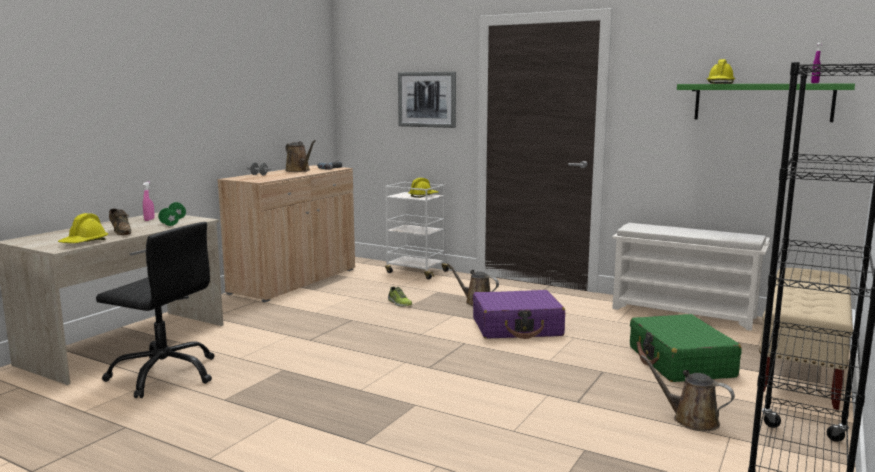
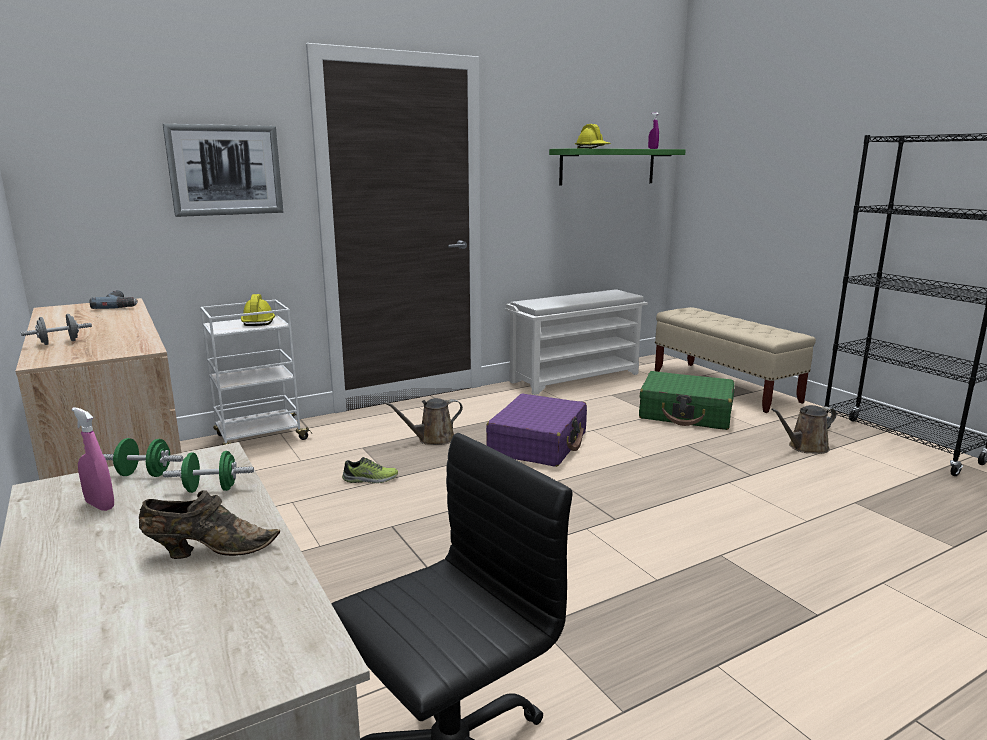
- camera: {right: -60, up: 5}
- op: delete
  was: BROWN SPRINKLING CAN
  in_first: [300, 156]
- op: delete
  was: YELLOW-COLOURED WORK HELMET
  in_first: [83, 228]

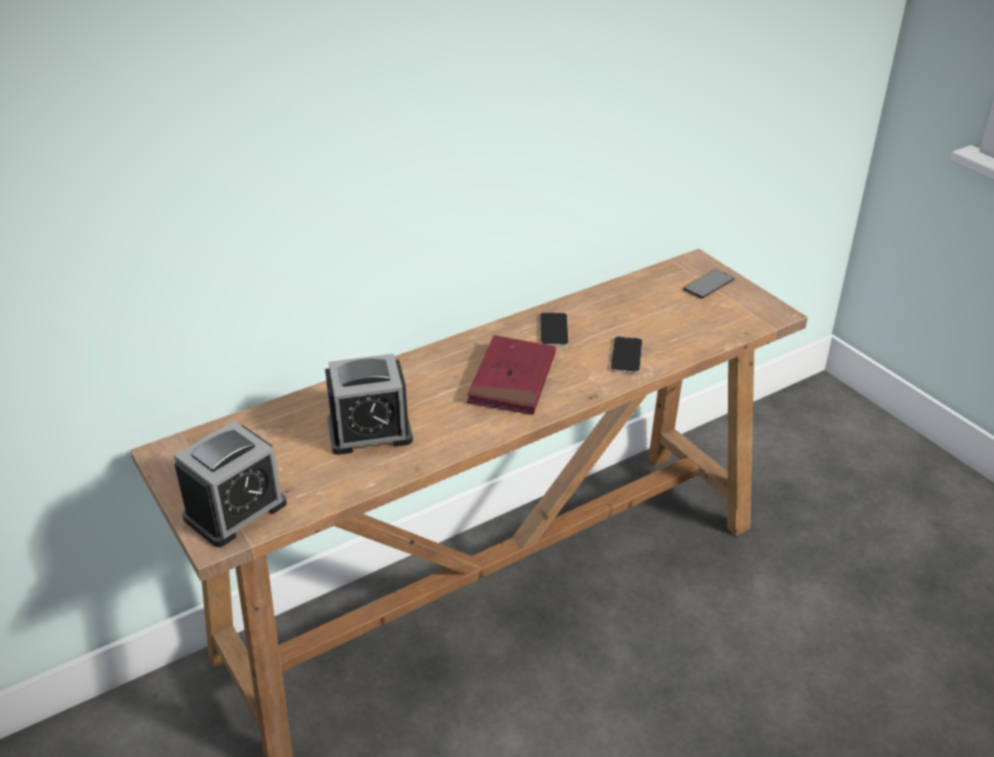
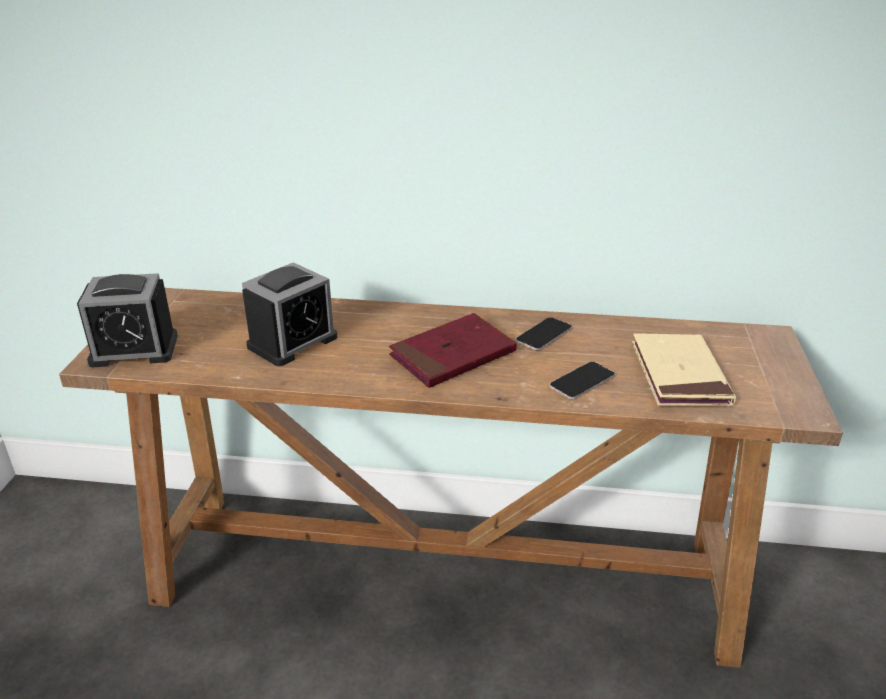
- camera: {right: 40, up: -5}
- op: delete
  was: HANDSET
  in_first: [709, 283]
- op: rotate
  was: ALARM CLOCK
  in_first: [369, 404]
  in_second: [289, 314]
  clockwise: -75
- op: insert
  now: SAND-COLOURED BOUND BOOK
  in_second: [684, 369]

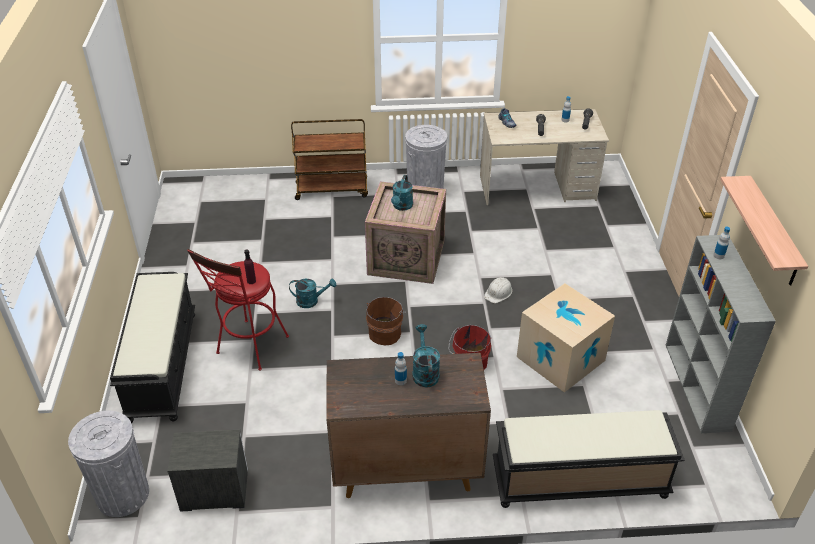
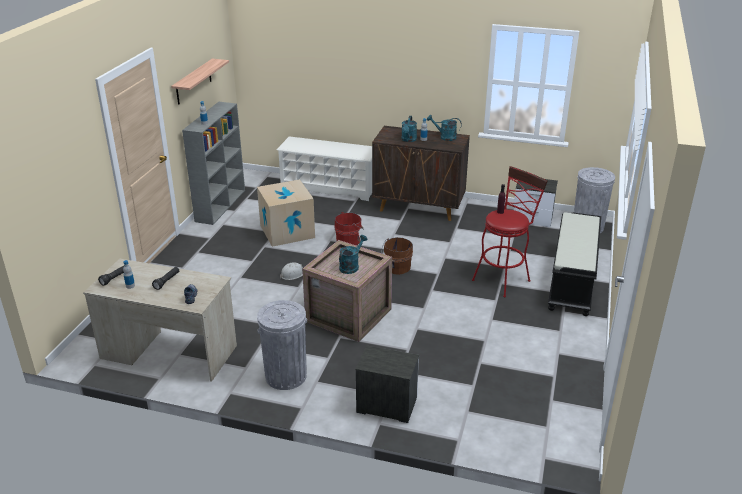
- camera: {right: -160, up: -10}
- op: replace
  was: BROWN WHEELED CART
  now: NIGHTSTAND
  in_first: [329, 159]
  in_second: [387, 384]
- op: move
  was: TURQUOISE SPRINKLING CAN
  in_first: [312, 293]
  in_second: [444, 128]
- op: replace
  was: BLACK-COLOURED LONG SEAT
  now: WHITE SHOE RACK
  in_first: [589, 459]
  in_second: [324, 168]

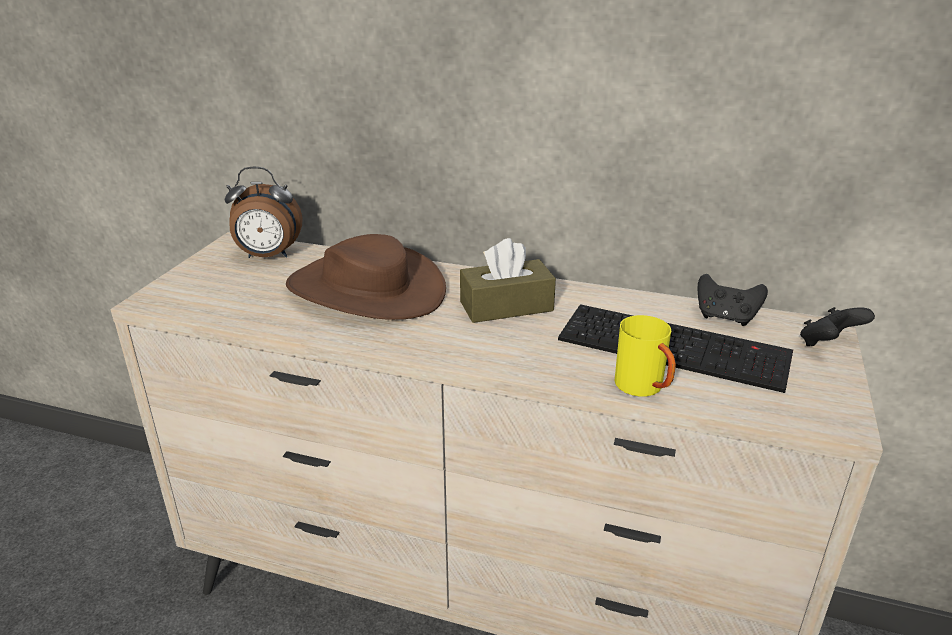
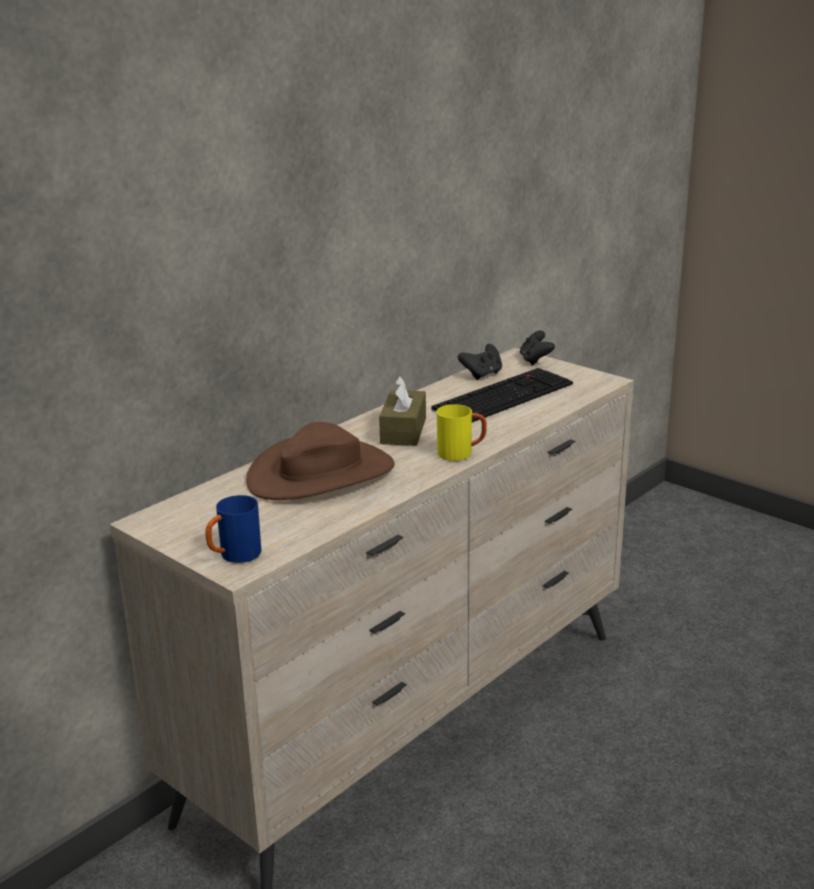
- camera: {right: -65, up: -5}
- op: delete
  was: ALARM CLOCK
  in_first: [263, 212]
- op: move
  was: YELLOW-COLOURED COFFEE MUG
  in_first: [645, 356]
  in_second: [462, 432]
- op: insert
  now: BLUE COFFEE MUG
  in_second: [233, 529]

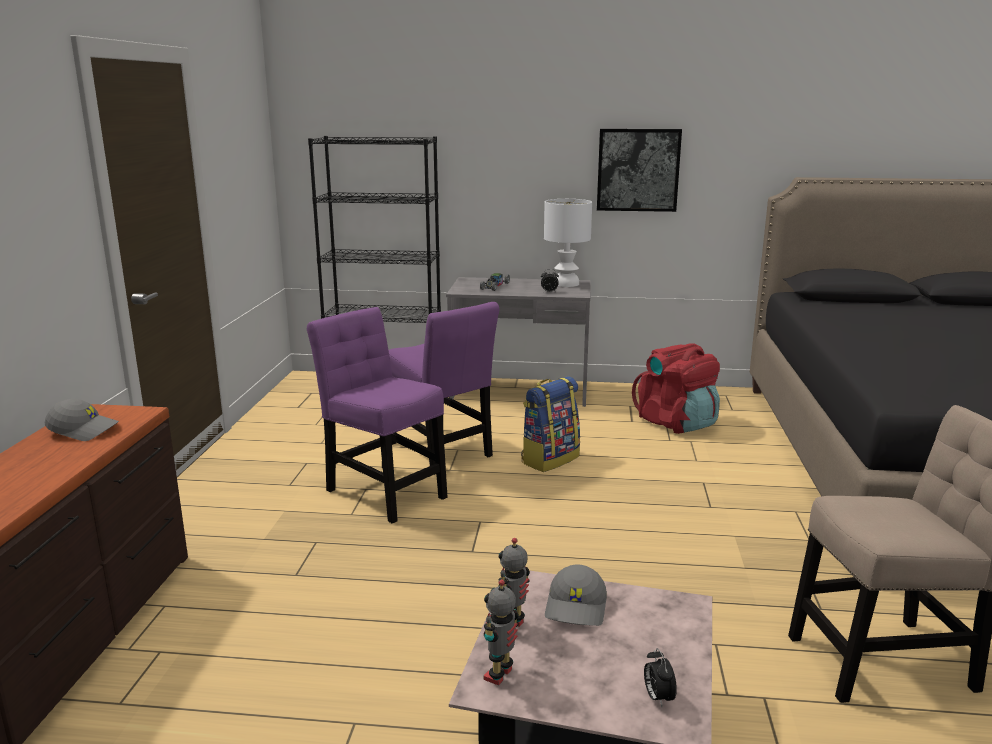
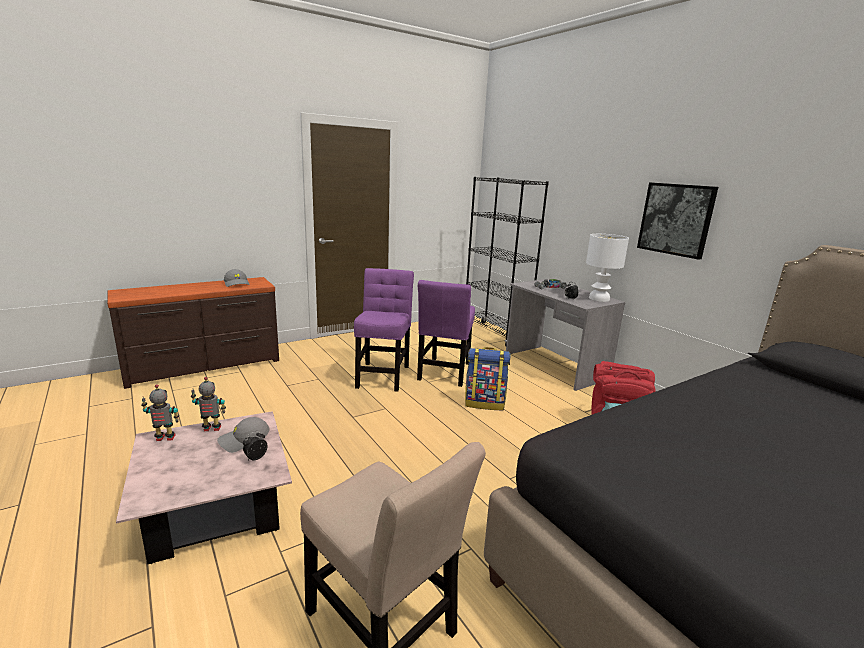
- camera: {right: 50, up: 0}
- op: move
  was: ALARM CLOCK
  in_first: [660, 677]
  in_second: [255, 445]

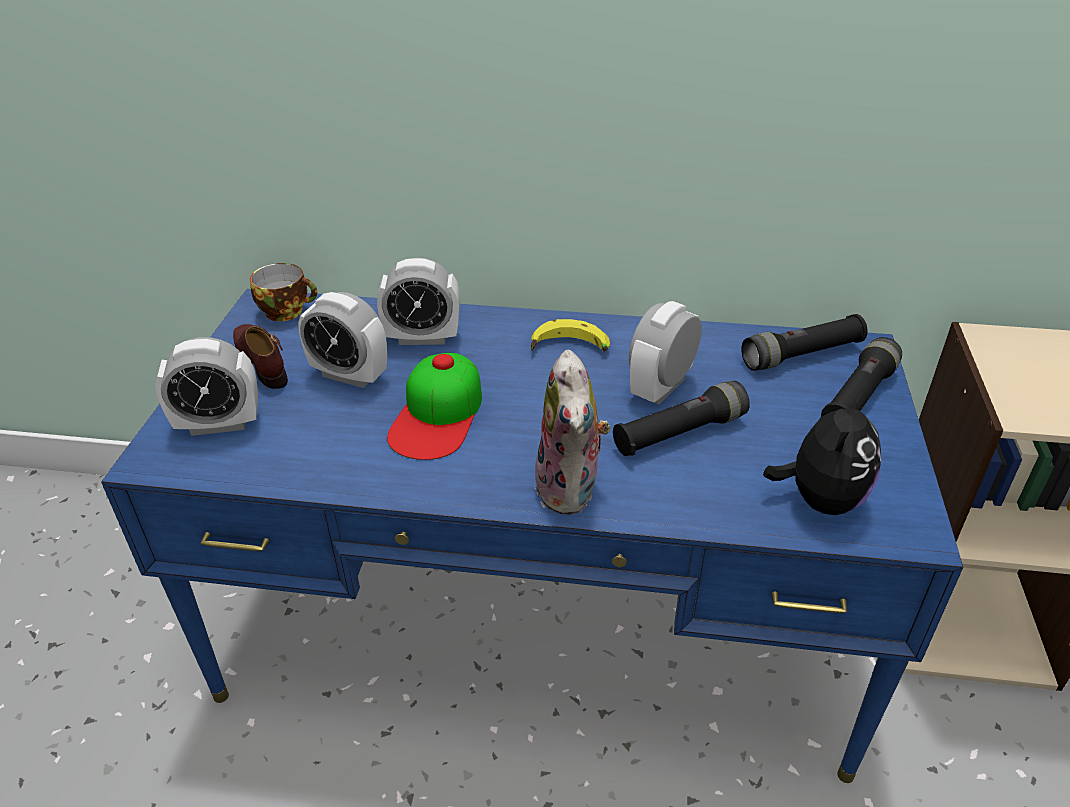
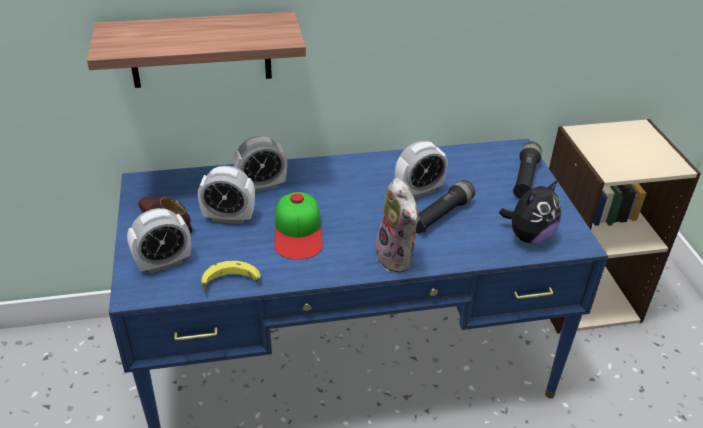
- camera: {right: -20, up: 0}
- op: delete
  was: DRINKING CUP
  in_first: [283, 292]
- op: rotate
  was: ALARM CLOCK
  in_first: [665, 352]
  in_second: [421, 169]
  clockwise: -135
- op: delete
  was: BLACK-COLOURED FLASHLIGHT
  in_first: [804, 342]
- op: move
  was: WHOLE BANANA
  in_first: [570, 335]
  in_second: [230, 276]
- op: rotate
  was: PLUSH TOY
  in_first: [822, 452]
  in_second: [530, 211]
  clockwise: 45
- op: insert
  now: WALL SHELF
  in_second: [196, 50]

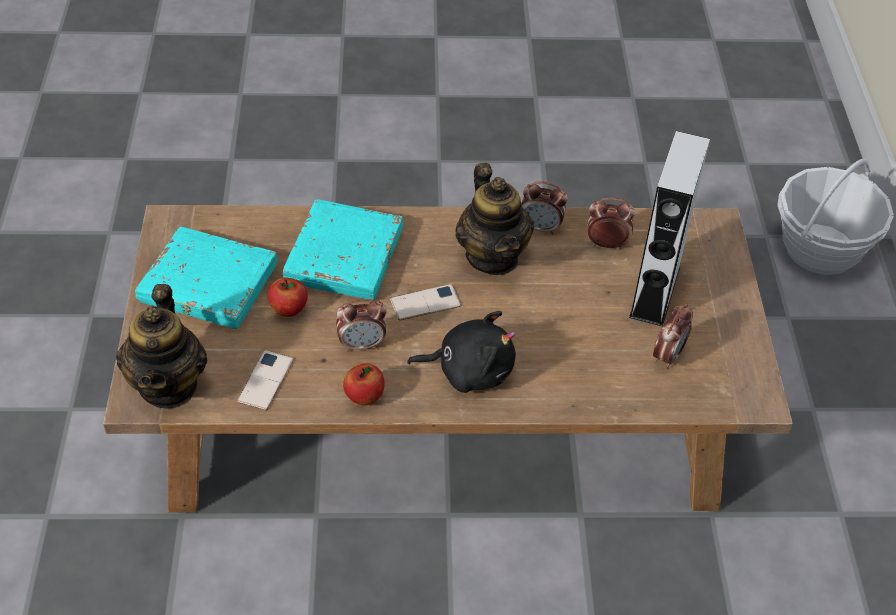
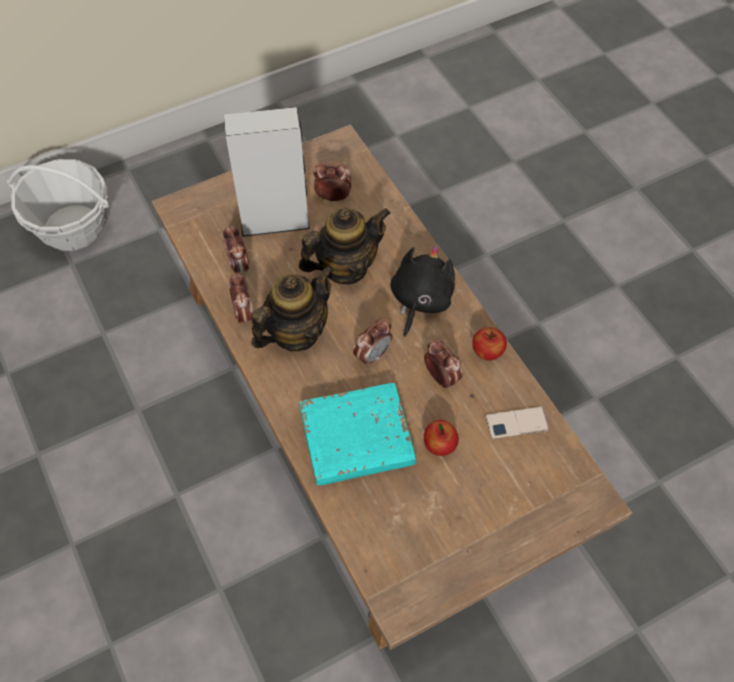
- camera: {right: -115, up: 10}
- op: delete
  was: TURQUOISE BOUND BOOK
  in_first: [206, 278]
- op: move
  was: TEA POT
  in_first: [161, 346]
  in_second: [344, 246]
- op: replace
  was: HANDSET
  now: ALARM CLOCK
  in_first: [425, 302]
  in_second: [373, 343]
- op: rotate
  was: BLACK-COLOURED PLUSH TOY
  in_first: [461, 352]
  in_second: [422, 291]
  clockwise: 45

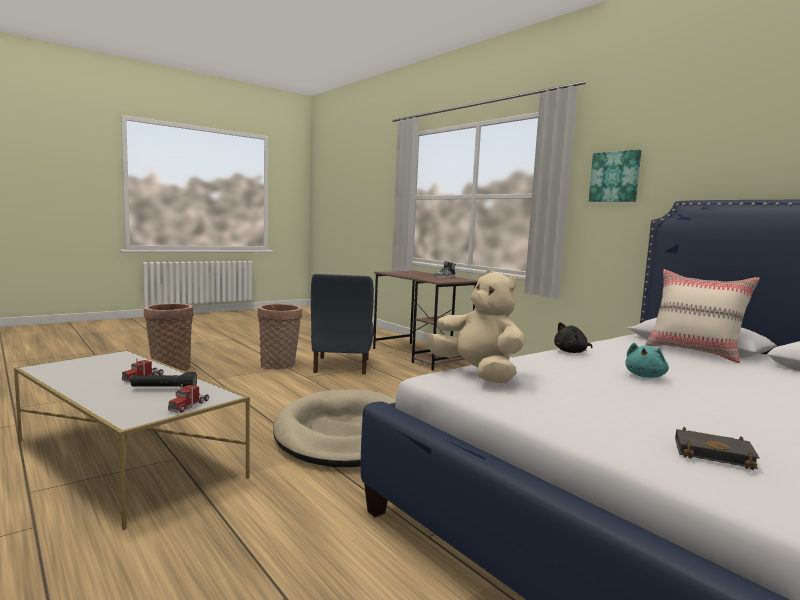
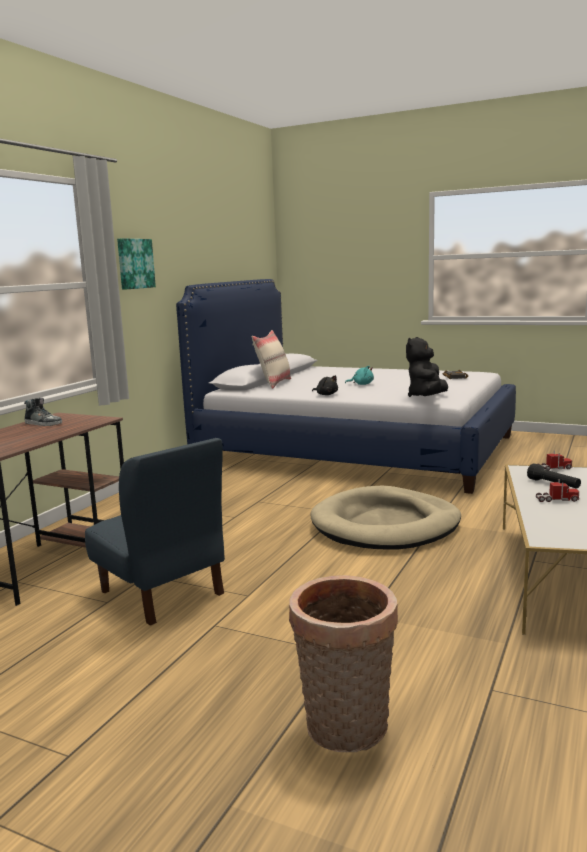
- camera: {right: -115, up: 5}
- op: recolor
  was: SAND-COLOURED PLUSH TOY
  now: BLACK-COLOURED PLUSH TOY
  in_first: [476, 327]
  in_second: [427, 367]
- op: rotate
  was: BLUE PLAIN CHAIR
  in_first: [342, 324]
  in_second: [155, 532]
  clockwise: 75
- op: delete
  was: BASKET
  in_first: [279, 337]

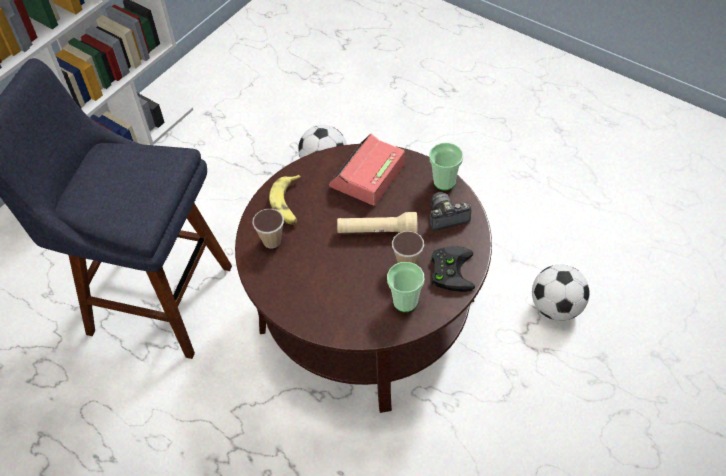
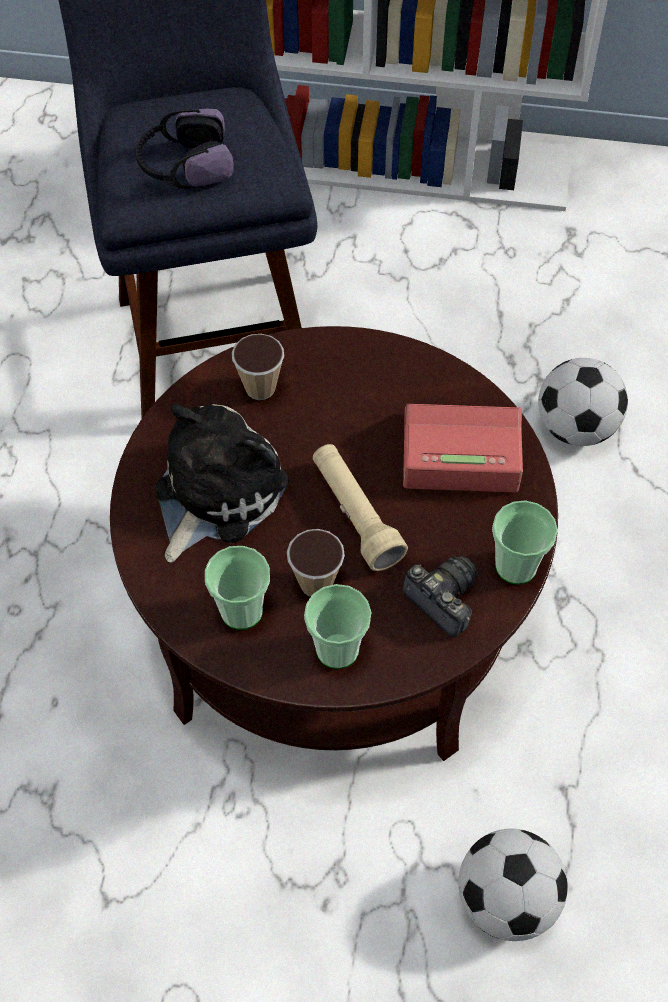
- camera: {right: 60, up: 5}
- op: delete
  was: WHOLE BANANA
  in_first: [285, 199]
- op: replace
  was: BLACK-COLOURED JOYPAD
  now: DRINKING CUP
  in_first: [453, 269]
  in_second: [337, 626]
- op: insert
  now: HEADSET
  in_second: [184, 149]
- op: insert
  now: PLUSH TOY
  in_second: [222, 483]

